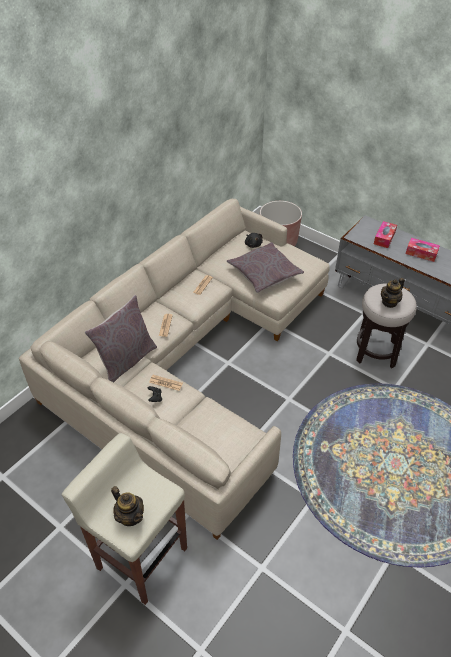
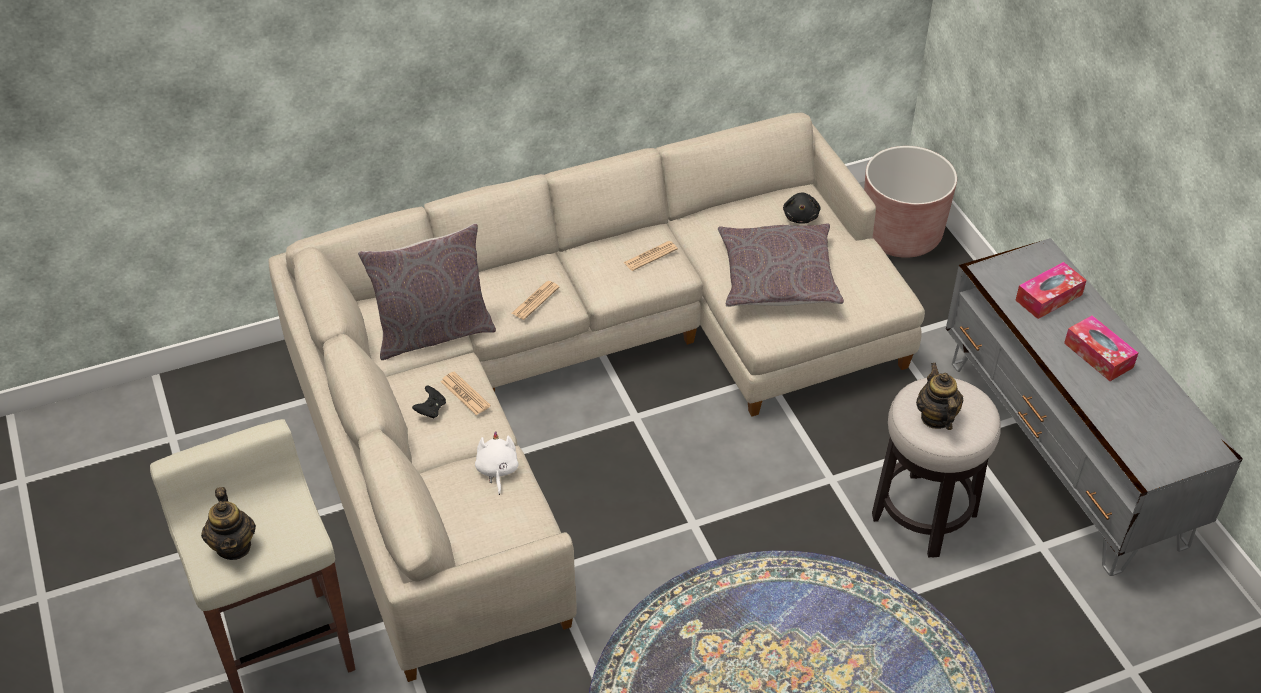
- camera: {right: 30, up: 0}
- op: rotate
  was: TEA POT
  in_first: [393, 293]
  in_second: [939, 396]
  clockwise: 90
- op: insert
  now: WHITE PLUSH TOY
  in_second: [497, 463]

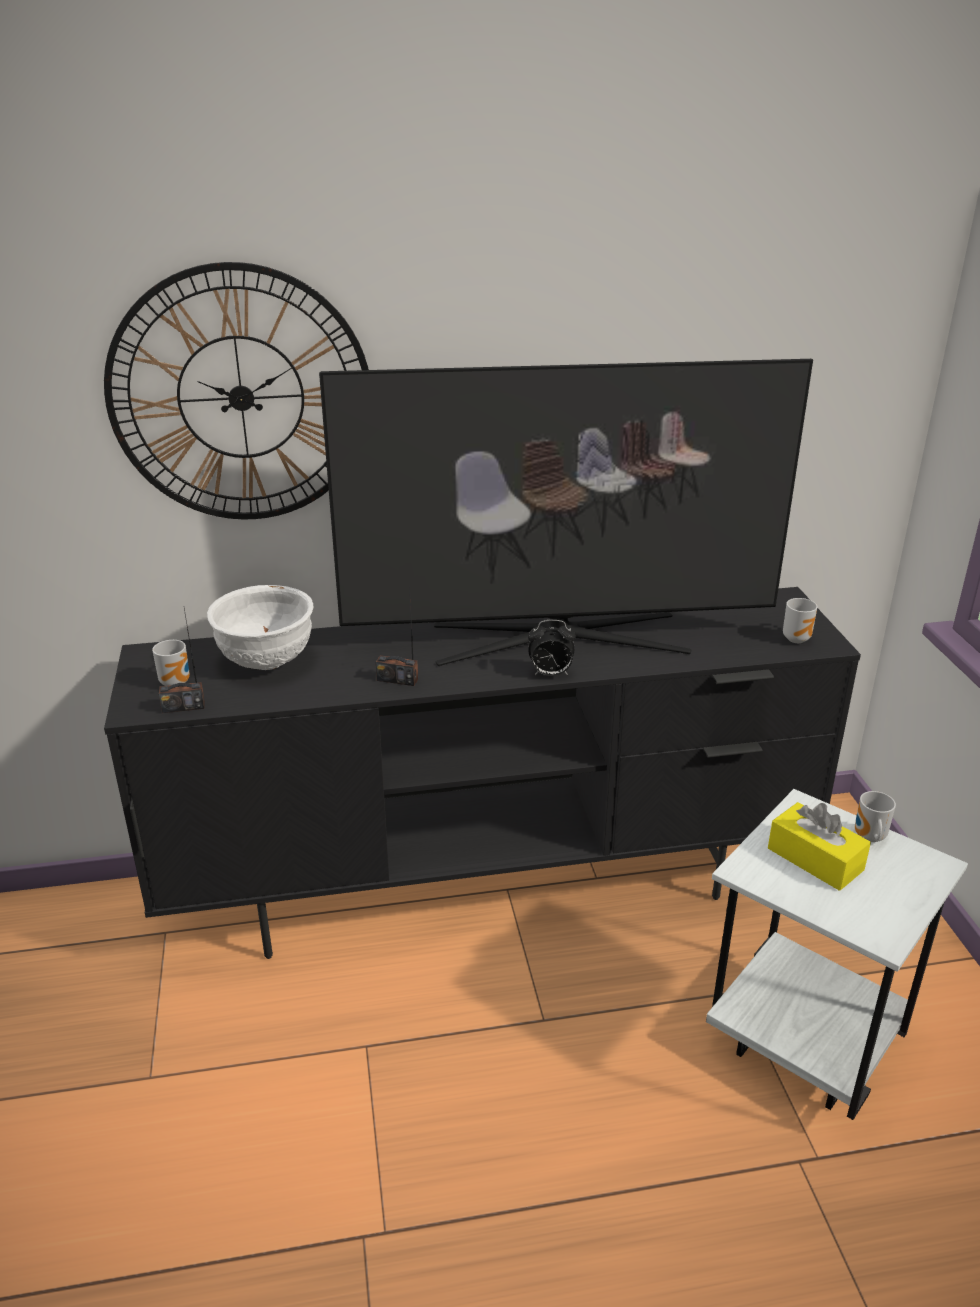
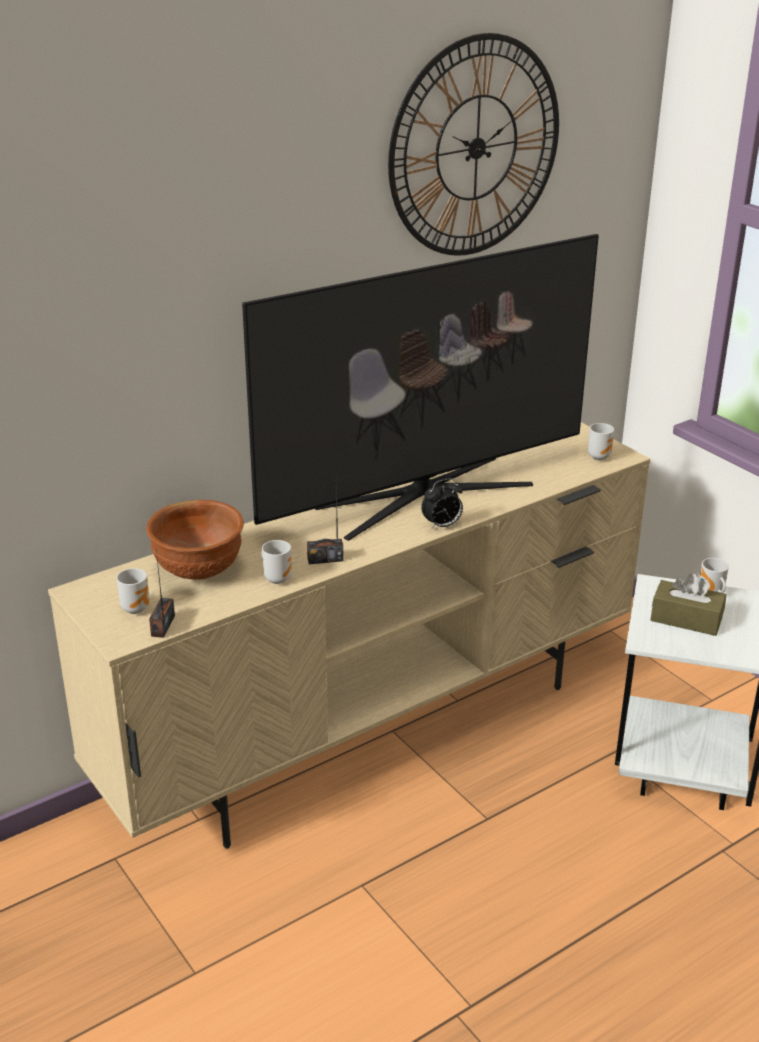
- camera: {right: -25, up: 0}
- op: move
  was: WALL CLOCK
  in_first: [236, 390]
  in_second: [473, 144]
- op: recolor
  was: WHITE SERVING BOWL
  now: BROWN SERVING BOWL
  in_first: [260, 627]
  in_second: [195, 540]
- op: recolor
  was: BLACK-COLOURED TV UNIT
  now: SAND-COLOURED TV UNIT
  in_first: [482, 773]
  in_second: [349, 635]
- op: rotate
  was: RADIO
  in_first: [182, 661]
  in_second: [162, 594]
  clockwise: 135
- op: recolor
  was: YELLOW-COLOURED TISSUE HOLDER
  now: BROWN TISSUE HOLDER
  in_first: [819, 846]
  in_second: [688, 604]
- op: insert
  now: COFFEE MUG
  in_second: [276, 562]

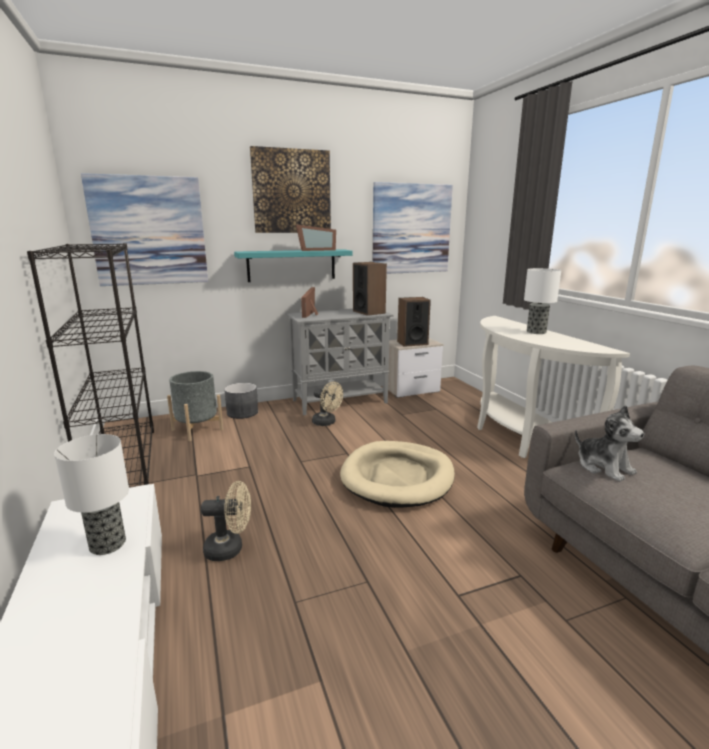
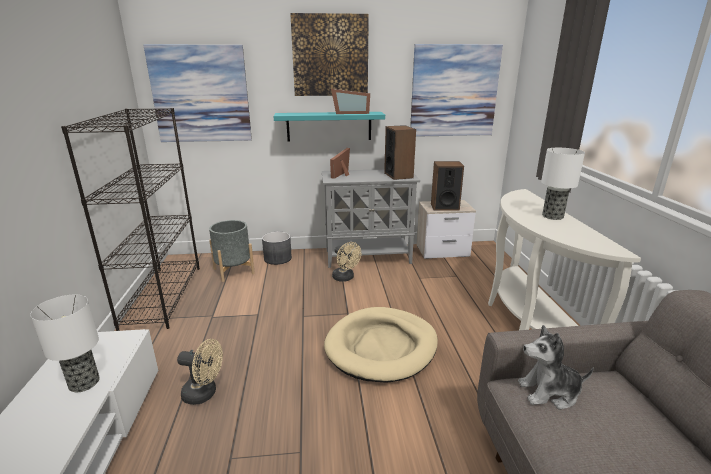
- camera: {right: 15, up: 5}
- op: rotate
  was: PLUSH TOY
  in_first: [609, 443]
  in_second: [556, 367]
  clockwise: 105

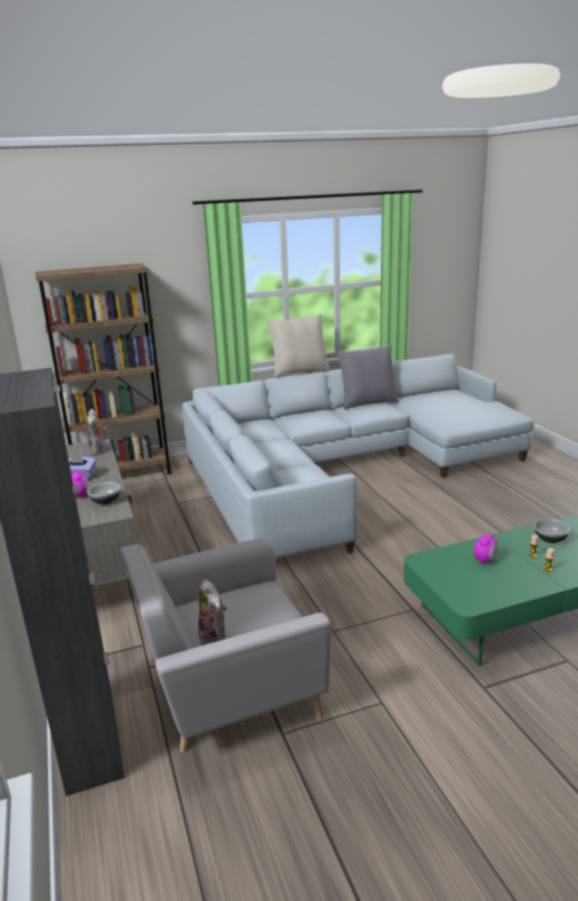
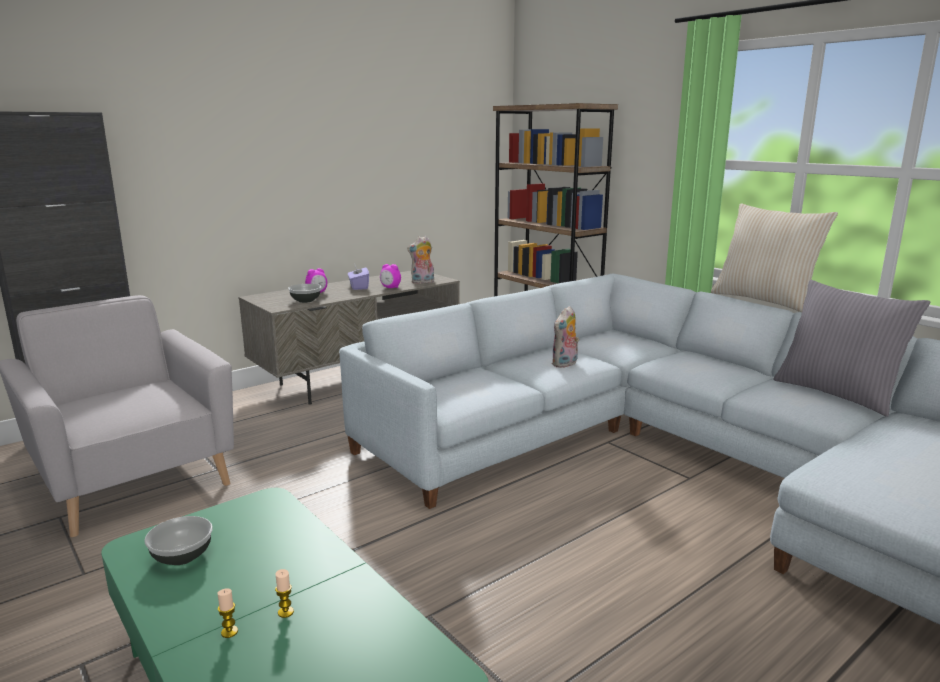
- camera: {right: 70, up: -5}
- op: move
  was: SERVING BOWL
  in_first: [552, 531]
  in_second: [178, 540]
- op: move
  was: ALARM CLOCK
  in_first: [486, 549]
  in_second: [390, 276]
- op: move
  was: PLUSH TOY
  in_first: [211, 612]
  in_second: [565, 337]

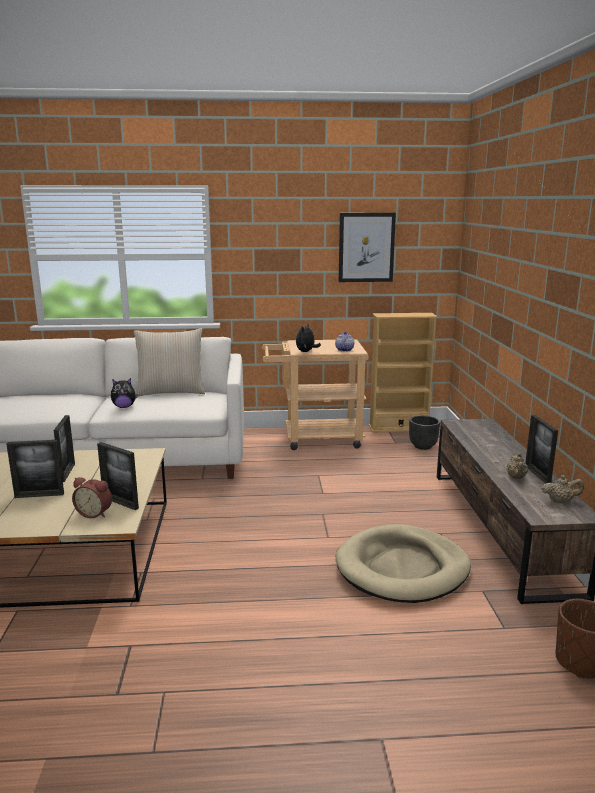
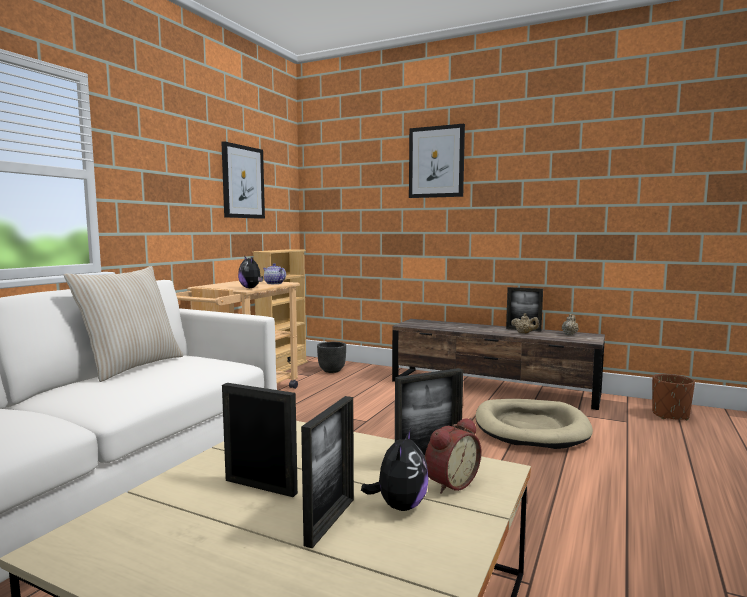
- camera: {right: -60, up: -10}
- op: move
  was: PLUSH TOY
  in_first: [124, 393]
  in_second: [395, 469]
- op: insert
  now: WALL PICTURE
  in_second: [437, 161]

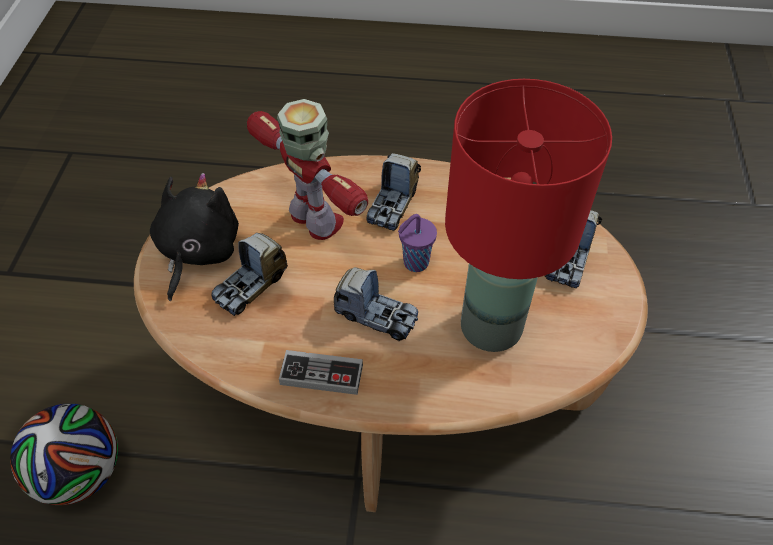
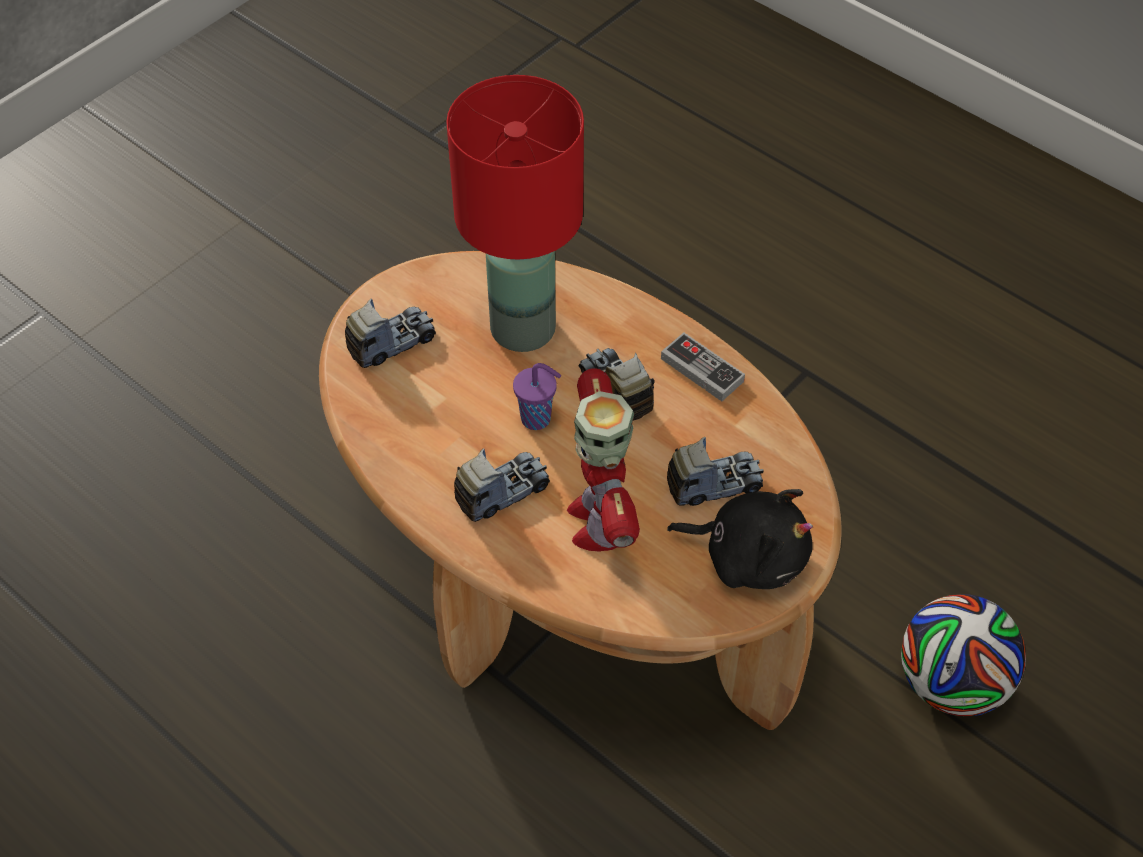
- camera: {right: -145, up: 0}
- op: rotate
  was: BLACK-COLOURED PLUSH TOY
  in_first: [194, 237]
  in_second: [740, 539]
  clockwise: -120

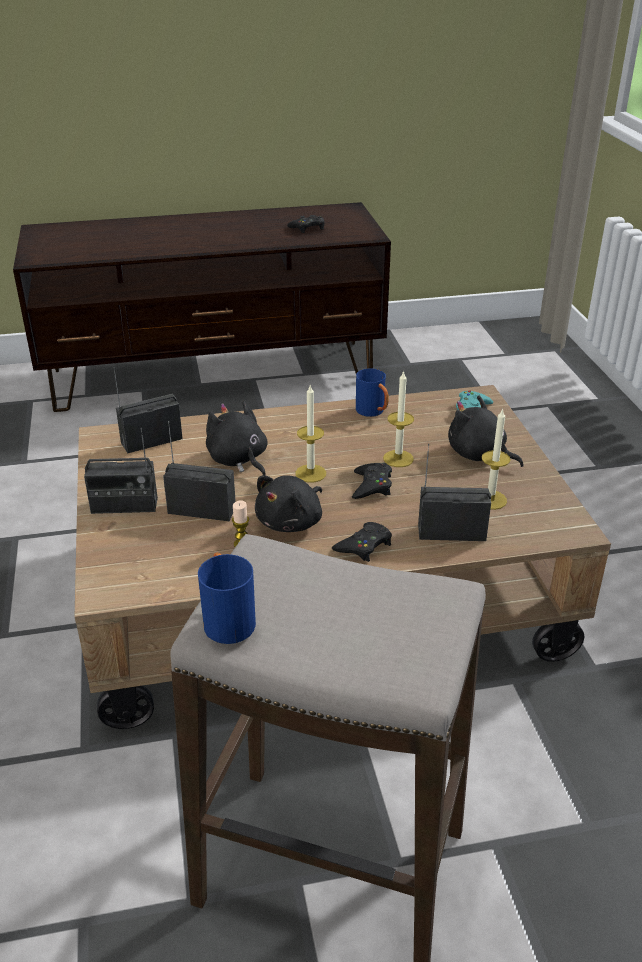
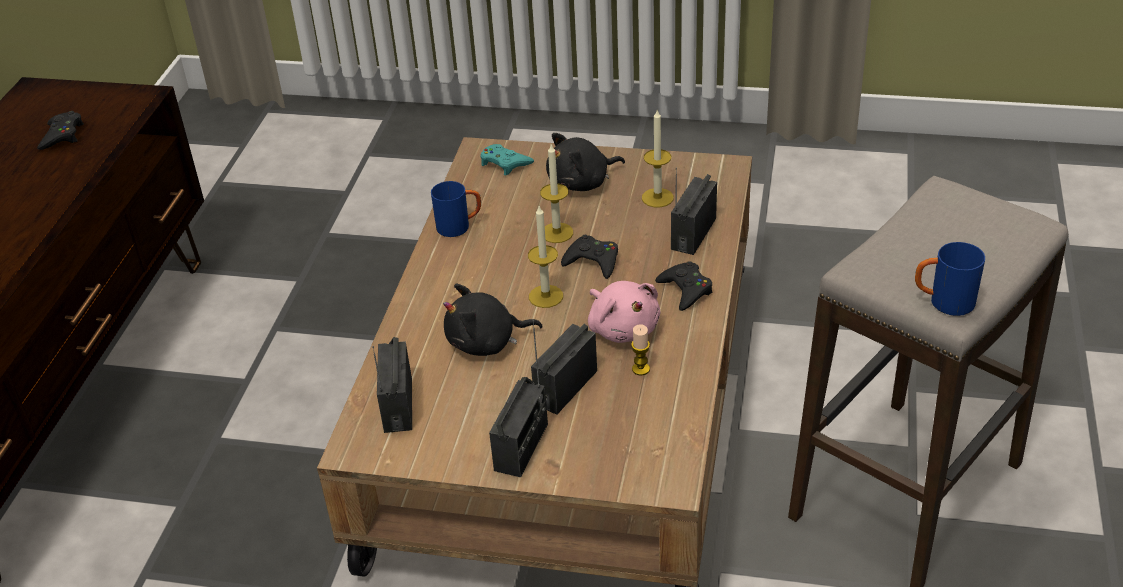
- camera: {right: -65, up: 5}
- op: recolor
  was: BLACK-COLOURED PLUSH TOY
  now: PINK PLUSH TOY
  in_first: [288, 503]
  in_second: [624, 312]

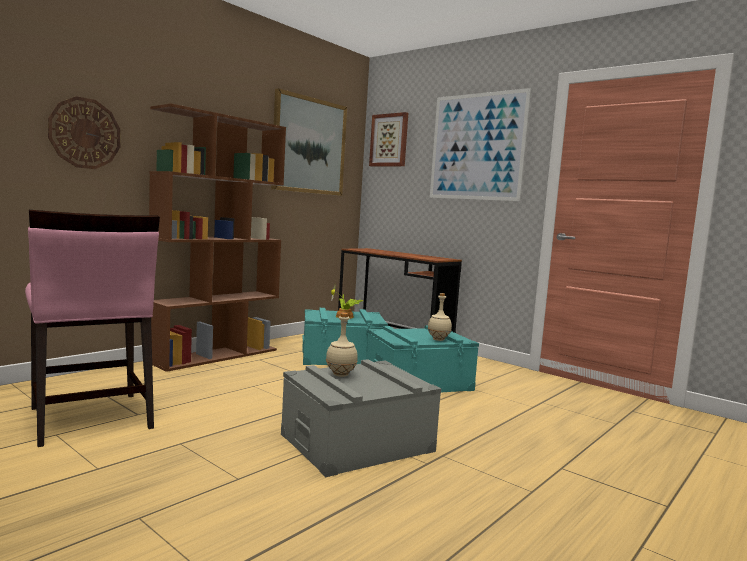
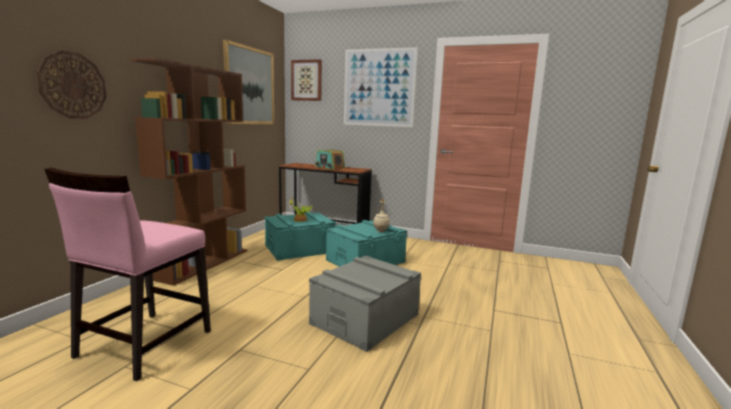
- camera: {right: -20, up: 5}
- op: rotate
  was: PINK PLAIN CHAIR
  in_first: [92, 328]
  in_second: [127, 274]
  clockwise: 75
- op: delete
  was: SAND-COLOURED BOTTLE
  in_first: [342, 345]
- op: insert
  now: RADIO
  in_second: [330, 159]

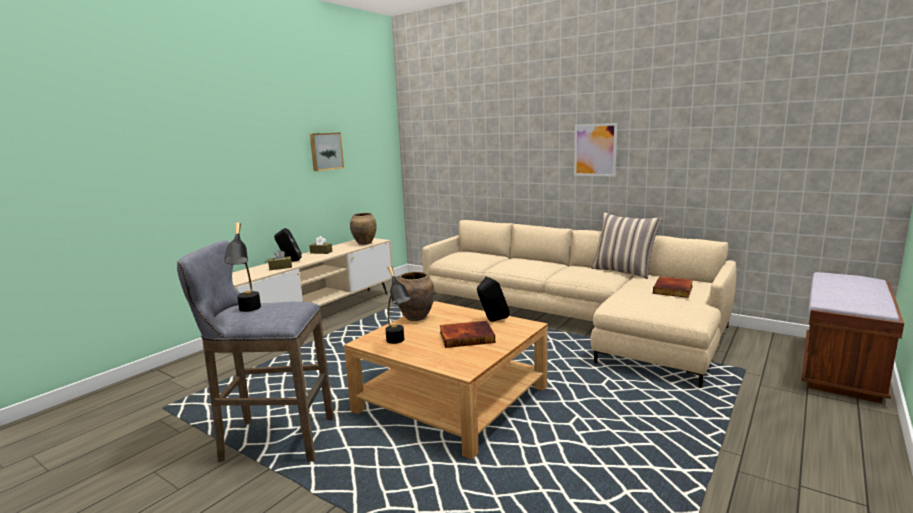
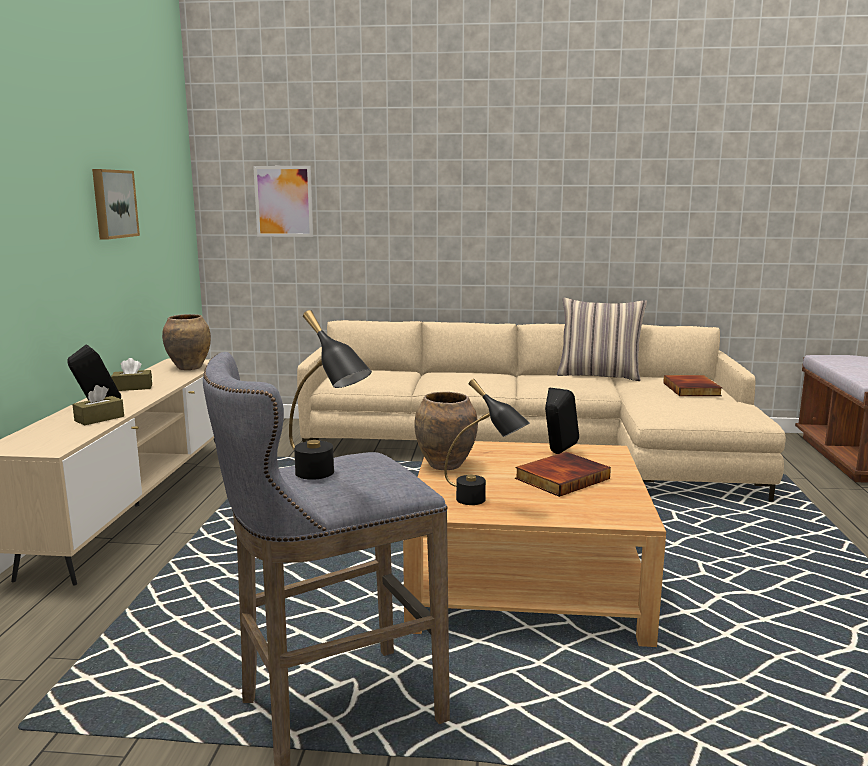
- camera: {right: -30, up: 0}
- op: move
  was: WALL PICTURE
  in_first: [595, 149]
  in_second: [283, 201]

